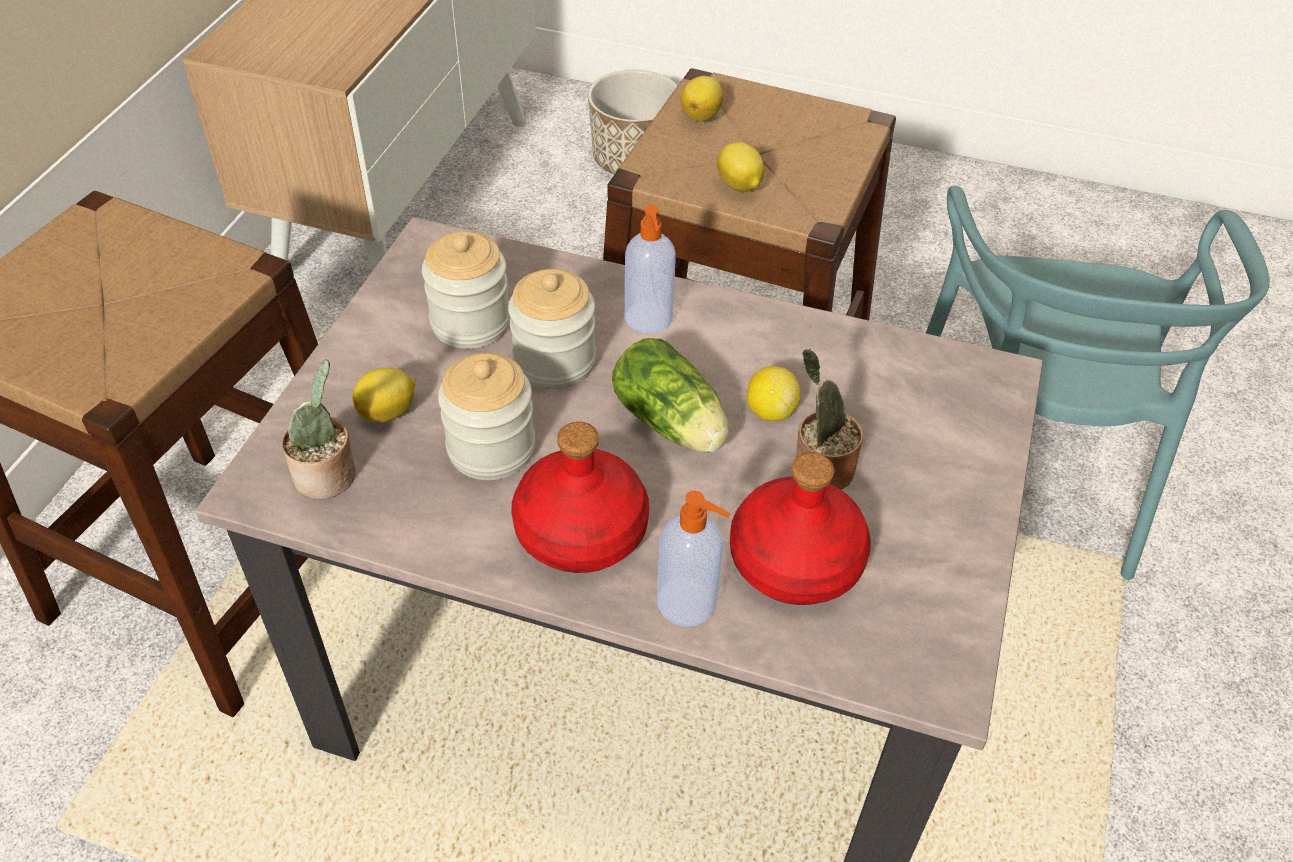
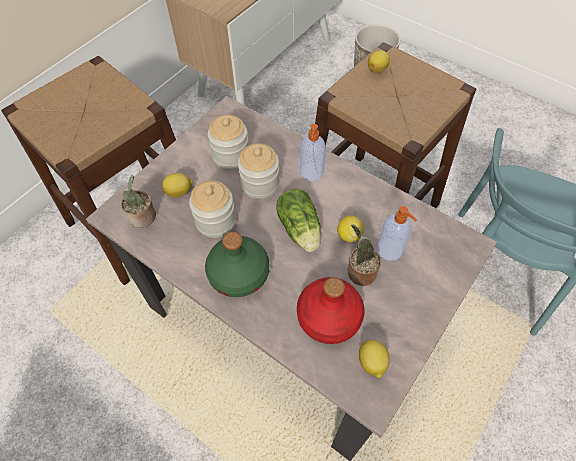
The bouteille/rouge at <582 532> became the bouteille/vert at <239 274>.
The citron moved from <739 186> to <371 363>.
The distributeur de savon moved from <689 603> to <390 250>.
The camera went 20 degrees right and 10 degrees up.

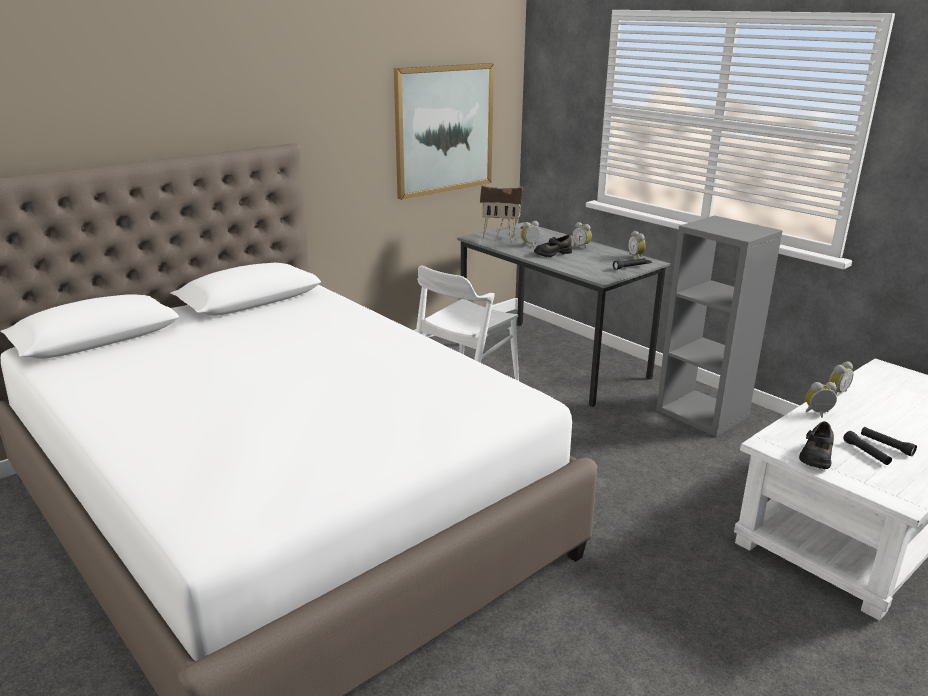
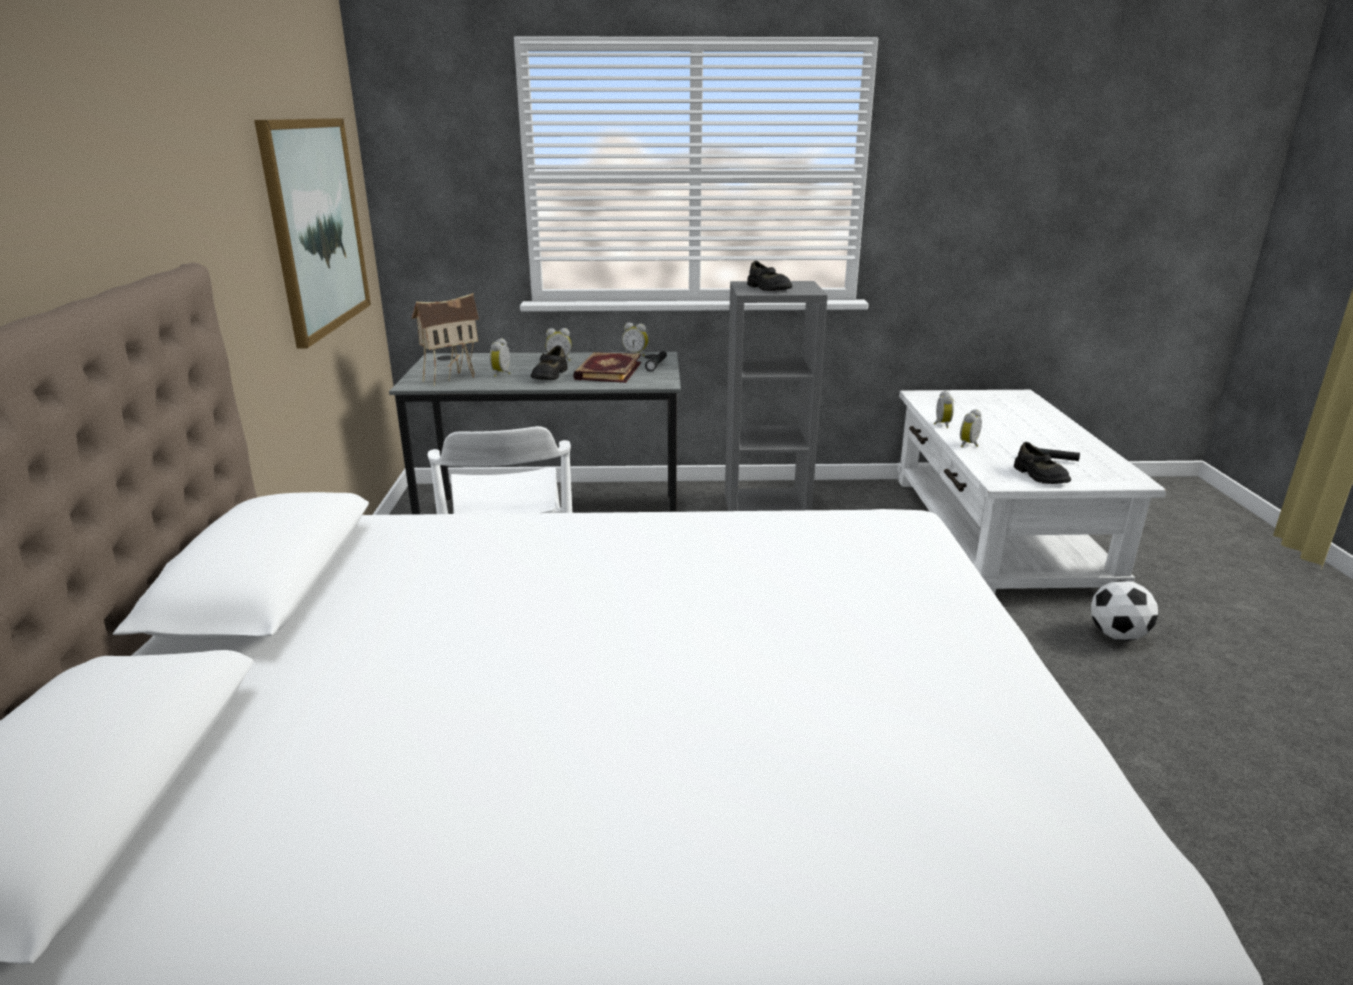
The livre at <607 371> appeared.
The chaussure/noir at <767 288> appeared.
The ballon de foot at <1117 635> appeared.
The lampe de poche/noir at <886 445> disappeared.
The camera went 50 degrees left and 0 degrees up.

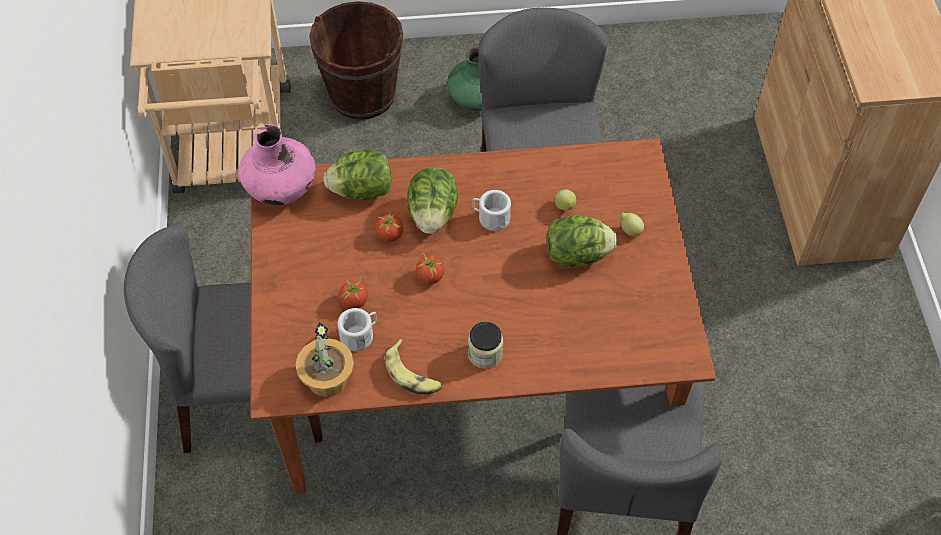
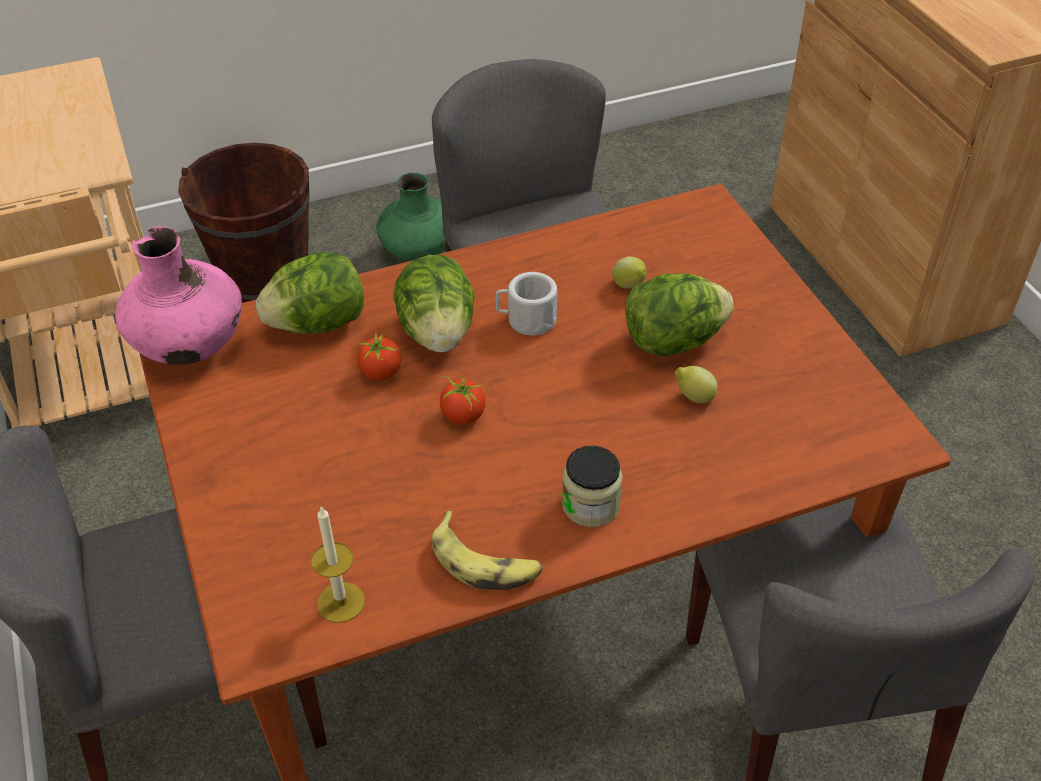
The plante en pot at <326 378> was replaced by the bougie at <341 602>.
The citron moved from <629 231> to <693 397>.
The mug/blanc at <360 335> disappeared.
The tomate at <354 301> disappeared.
The camera went 15 degrees left and 10 degrees down.

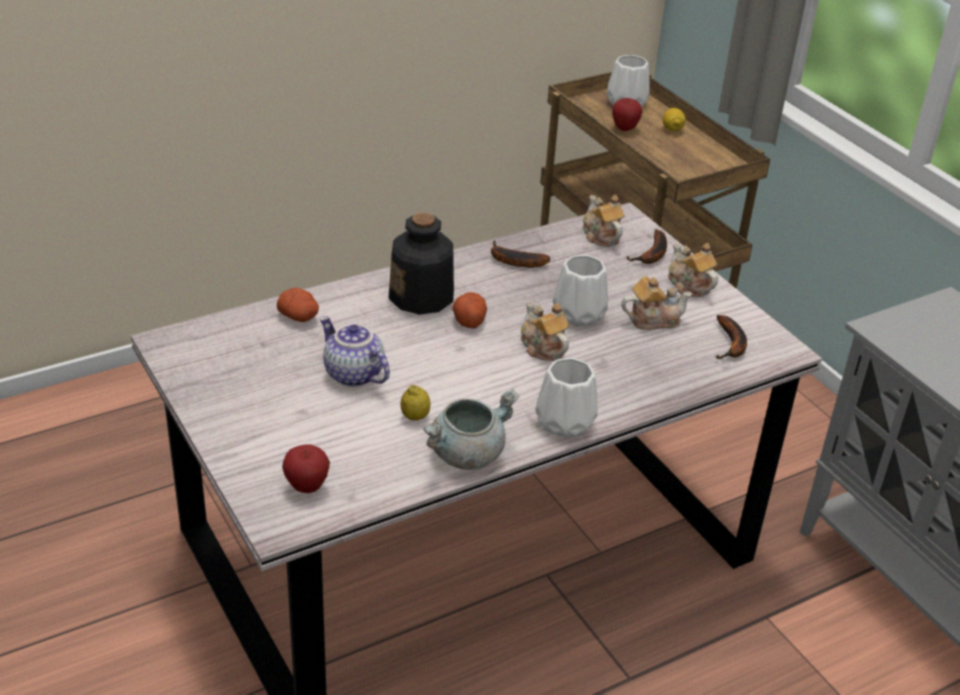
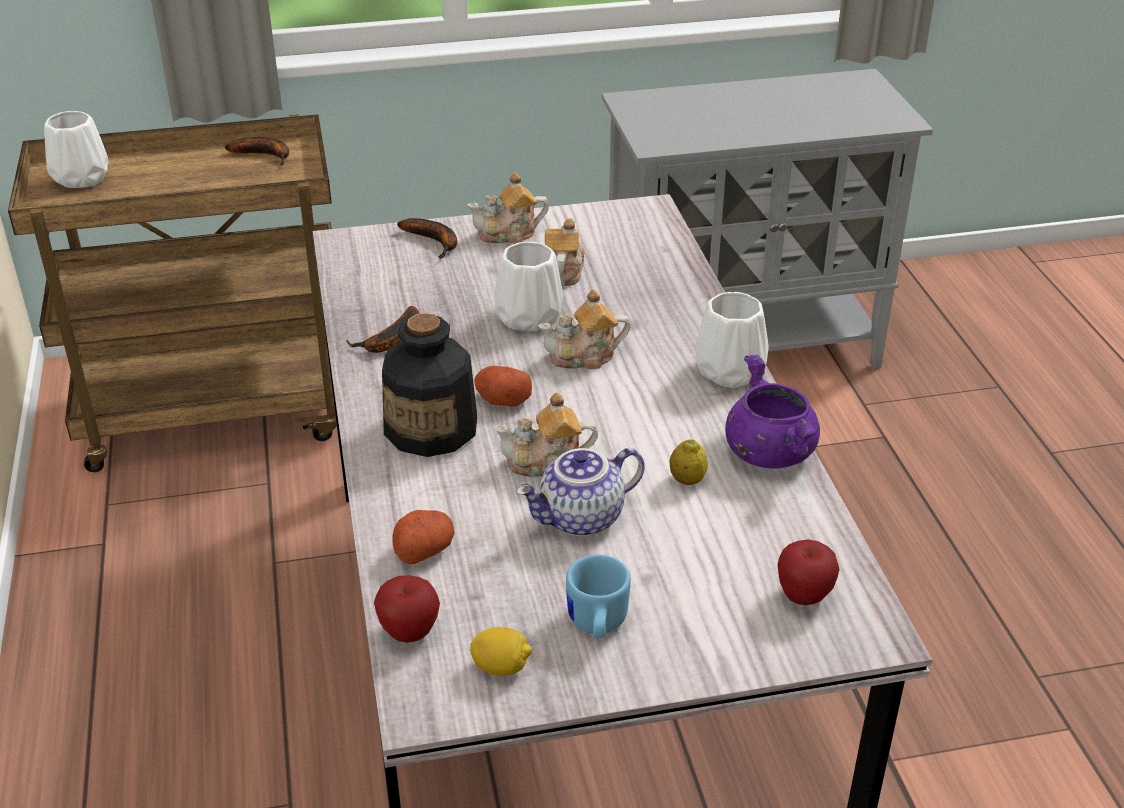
The banane moved from <731 344> to <265 155>.
The pomme moved from <624 128> to <409 632>.
The citron moved from <672 129> to <501 667>.
The théière moved from <600 236> to <546 463>.
The mug/bleu at <596 625> appeared.
The marmite/gris at <466 454> became the marmite/violet at <768 452>.
The camera went 70 degrees left and 0 degrees up.

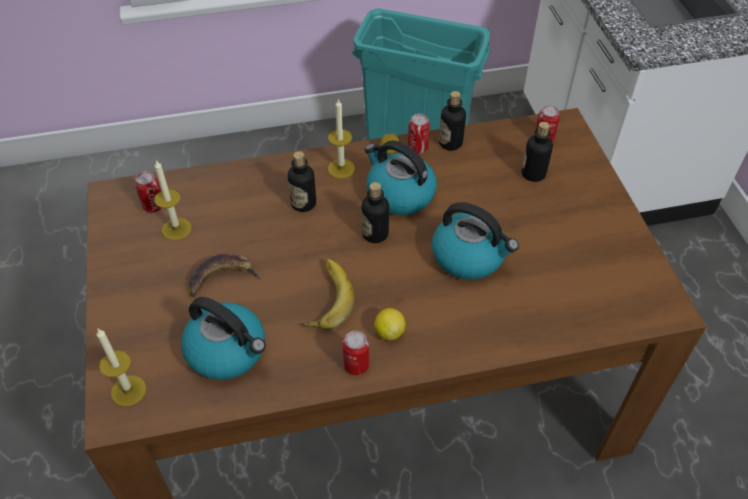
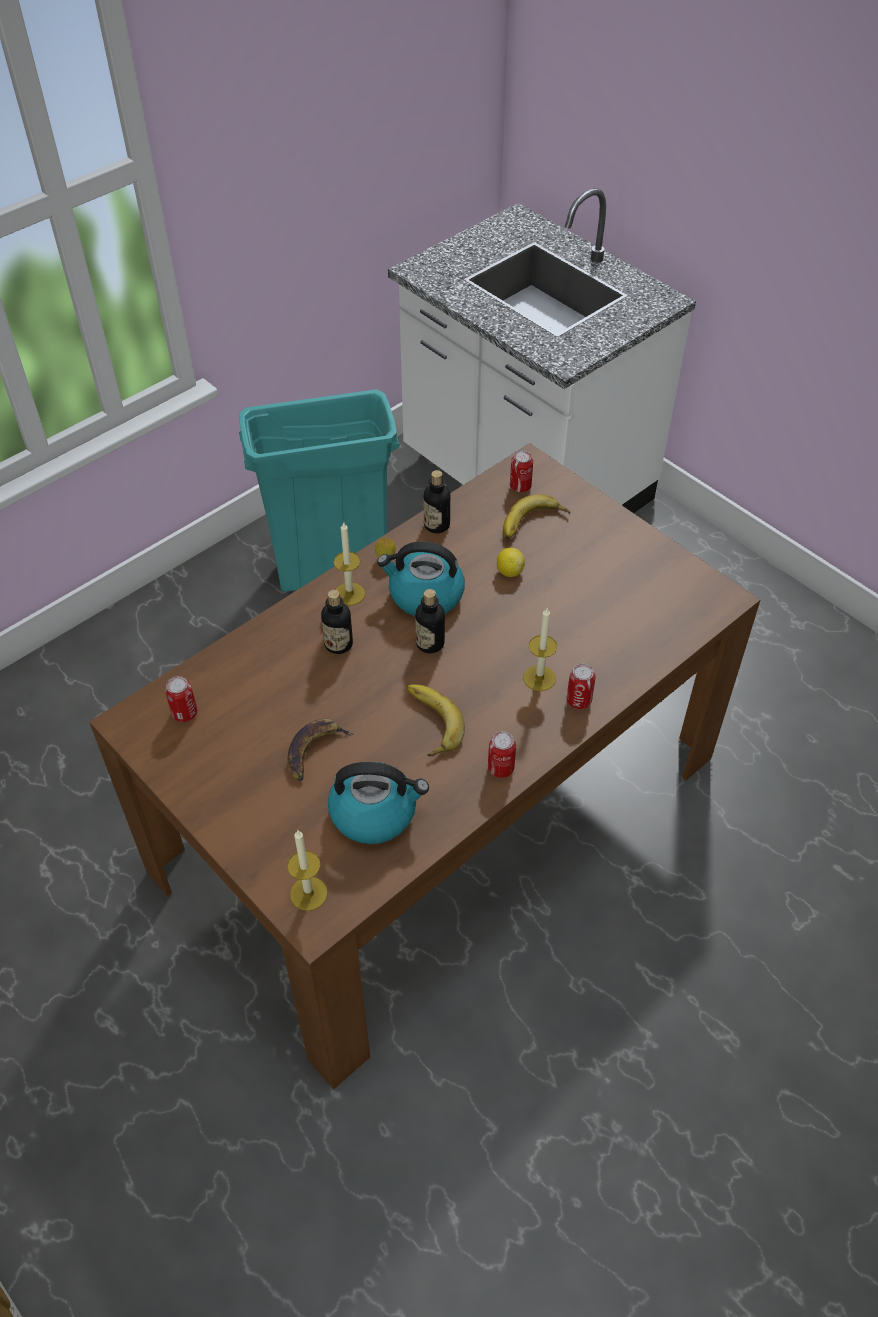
The citron moved from <389 332> to <509 571>.
The bouteille at <533 174> was replaced by the banane at <533 524>.
The bougie moved from <176 229> to <539 678>.
The boîte métallique moved from <417 148> to <579 700>.
The bouilloire at <469 256> disappeared.
The camera went 30 degrees left and 0 degrees up.

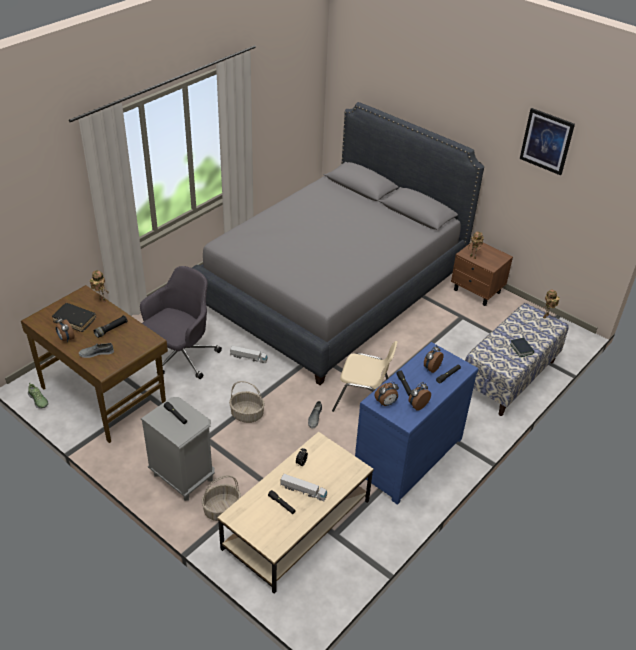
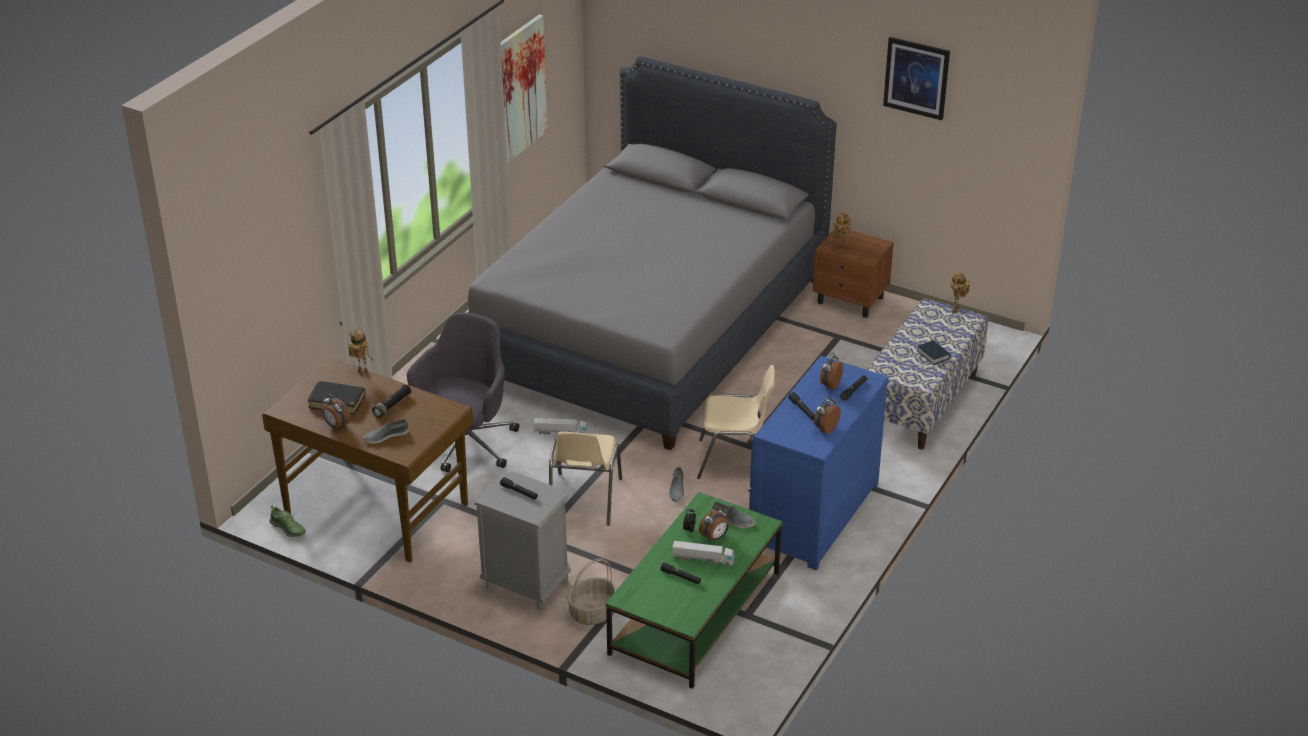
The tableau at <518 90> appeared.
The panier at <246 414> was replaced by the chaise/beige at <584 500>.
The table basse/beige at <297 524> became the table basse/vert at <695 612>.
The réveil moved from <386 403> to <714 537>.
The chaussure/gris at <733 520> appeared.
The camera went 10 degrees left and 5 degrees down.

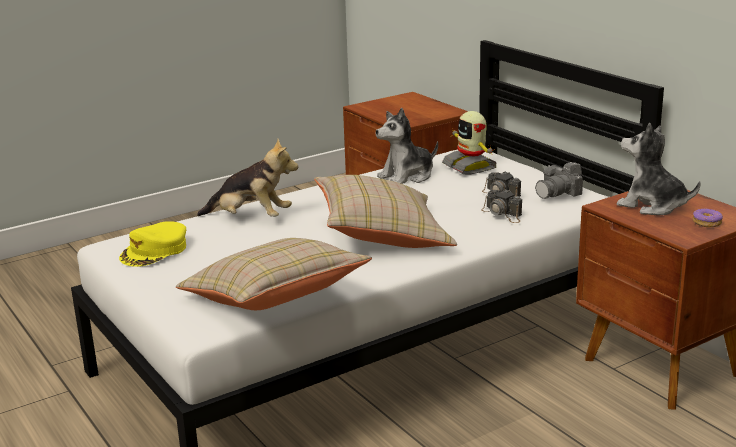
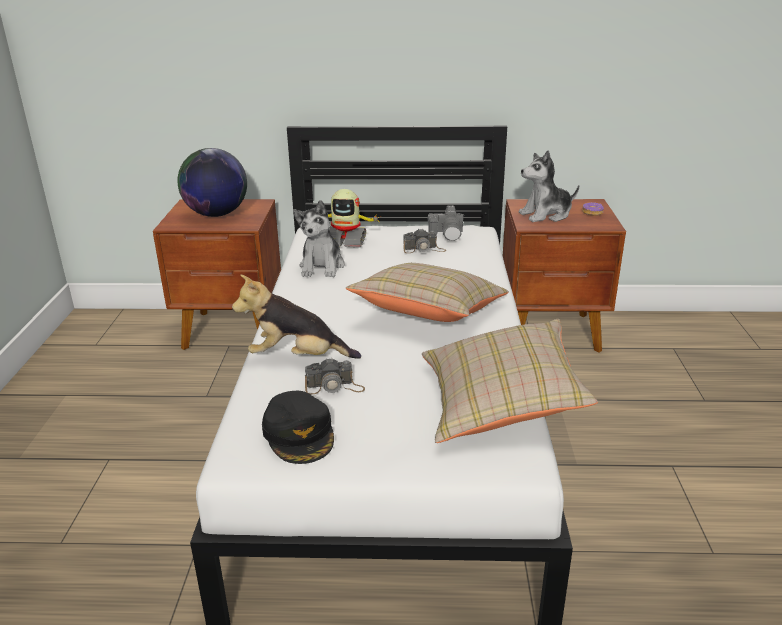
The globe at <216 214> appeared.
The peluche at <251 218> turned 135 degrees counterclockwise.
The casquette/jaune at <155 251> became the casquette/noir at <299 434>.
The appareil photo moved from <503 214> to <334 387>.
The camera went 55 degrees left and 5 degrees up.

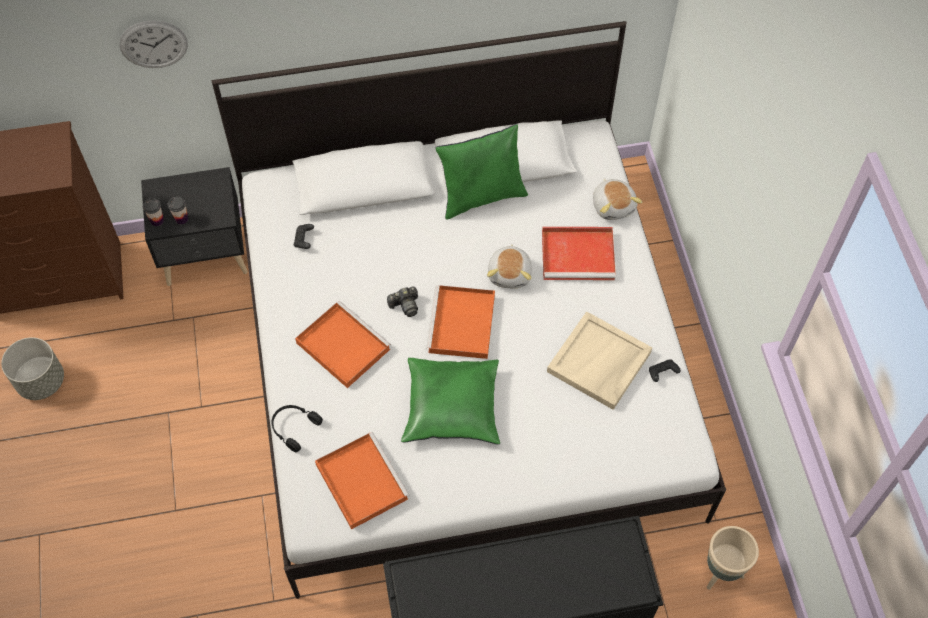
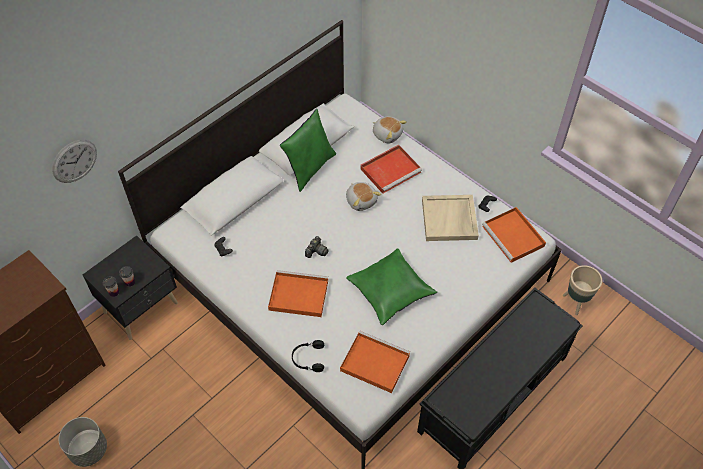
The plateau/orange moved from <462 325> to <514 237>.
The camera went 35 degrees left and 5 degrees down.

